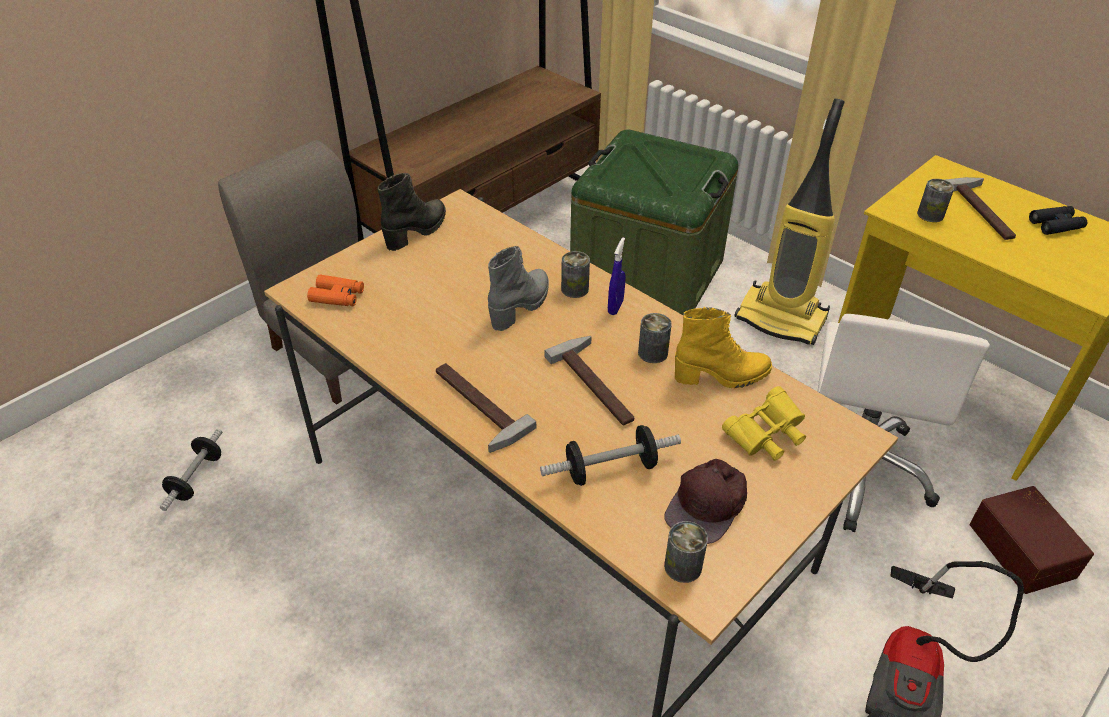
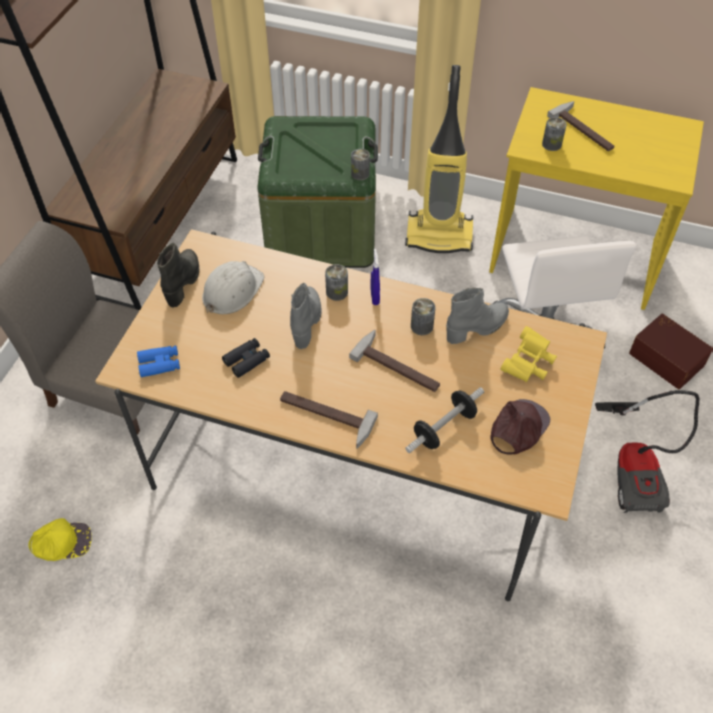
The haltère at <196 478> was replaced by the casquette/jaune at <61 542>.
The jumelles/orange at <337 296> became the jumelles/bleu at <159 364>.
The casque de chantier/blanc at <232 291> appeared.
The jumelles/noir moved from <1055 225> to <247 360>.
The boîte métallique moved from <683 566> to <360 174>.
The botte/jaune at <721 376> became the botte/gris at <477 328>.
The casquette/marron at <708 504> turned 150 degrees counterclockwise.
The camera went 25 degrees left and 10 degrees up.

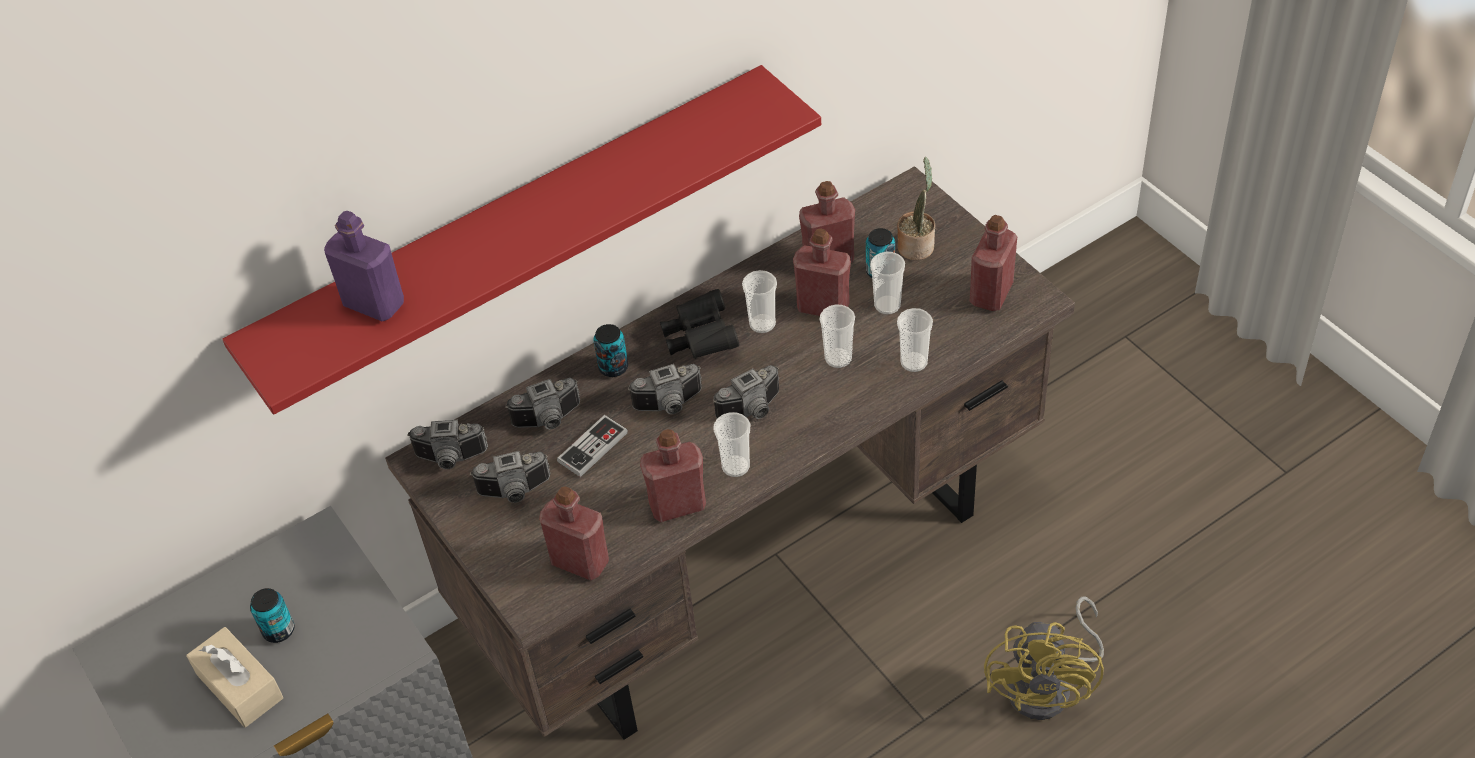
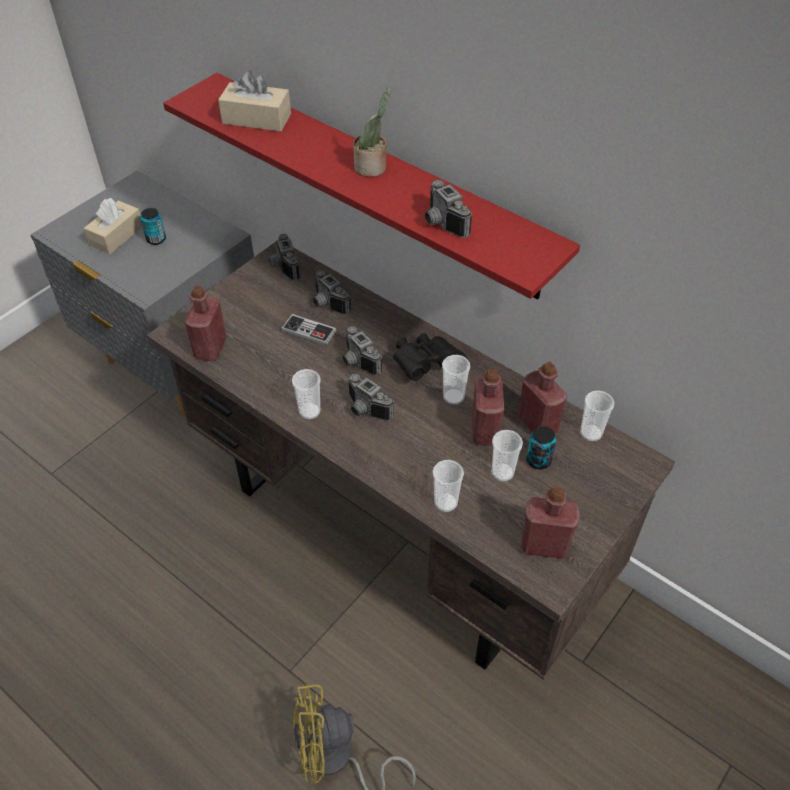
The bouteille/violet at <374 304> was replaced by the boîte à mouchoirs/beige at <256 118>.
The plante en pot moved from <917 245> to <372 167>.
The appareil photo moved from <515 492> to <441 223>.
The tasse moved from <838 358> to <591 433>.
The boîte métallique at <613 367> disappeared.
The bouteille/rouge at <677 505> disappeared.
The camera went 70 degrees right and 0 degrees up.

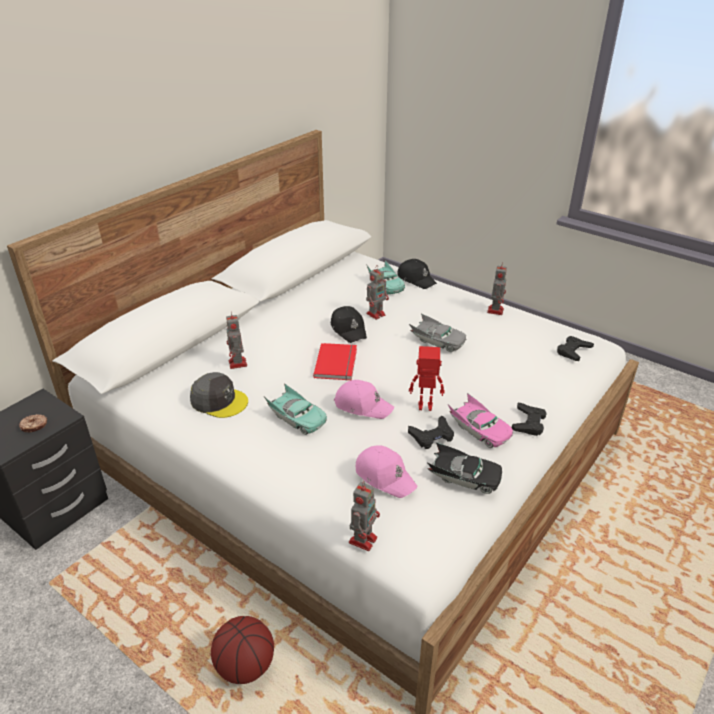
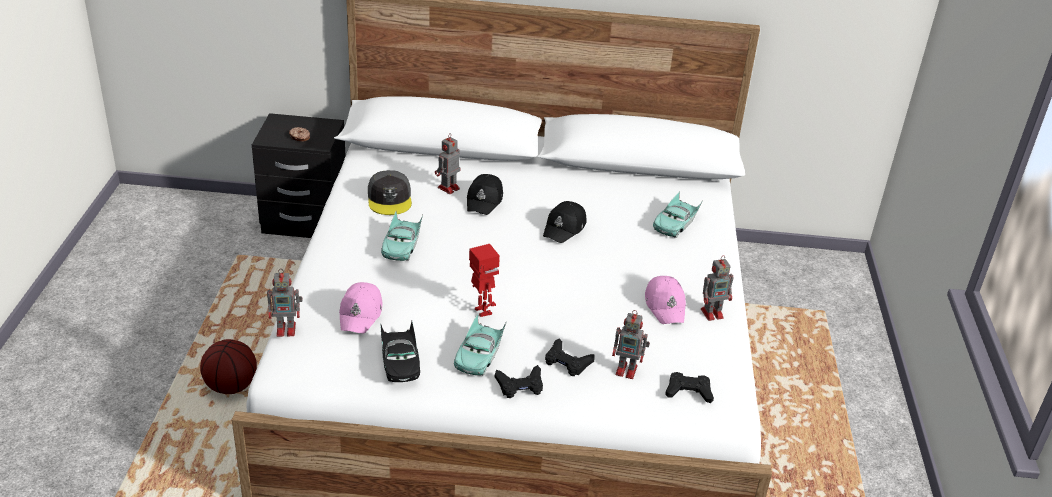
The petite voiture/rose at <479 429> became the petite voiture/turquoise at <479 355>.
The casquette/noir moved from <416 279> to <485 200>.
The manette/noir moved from <432 436> to <567 362>.
The robot jouet moved from <376 314> to <627 370>.
The casquette/rose moved from <363 405> to <665 305>.
The livre/rouge at <337 363> disappeared.
The petite voiture/gris at <437 341> disappeared.
The camera went 55 degrees right and 0 degrees up.

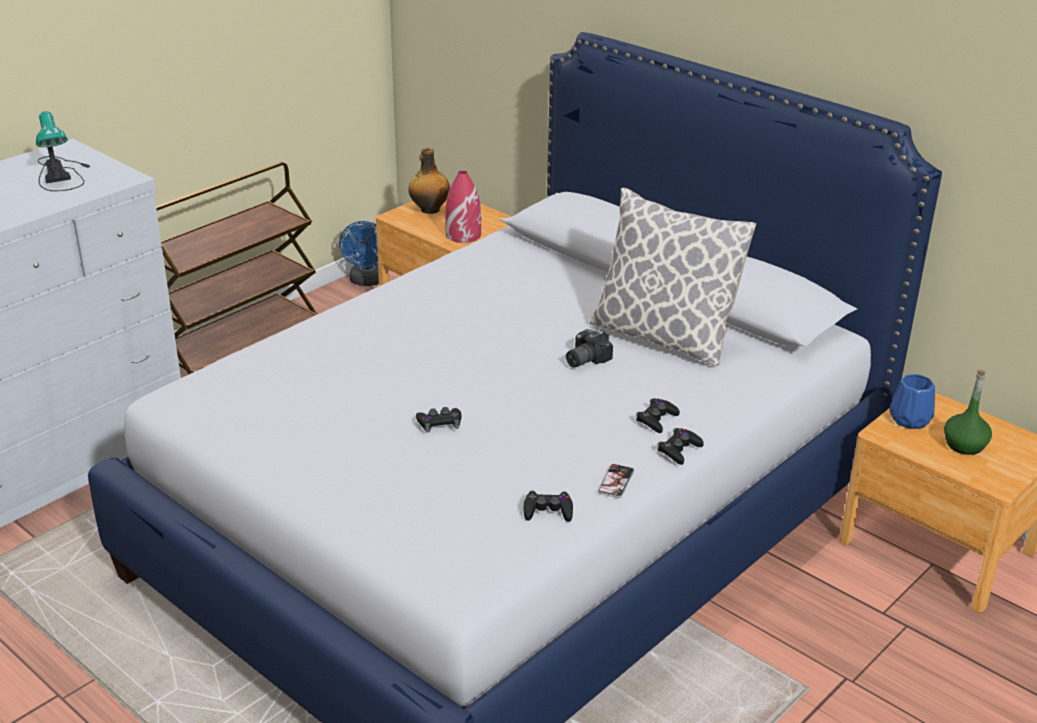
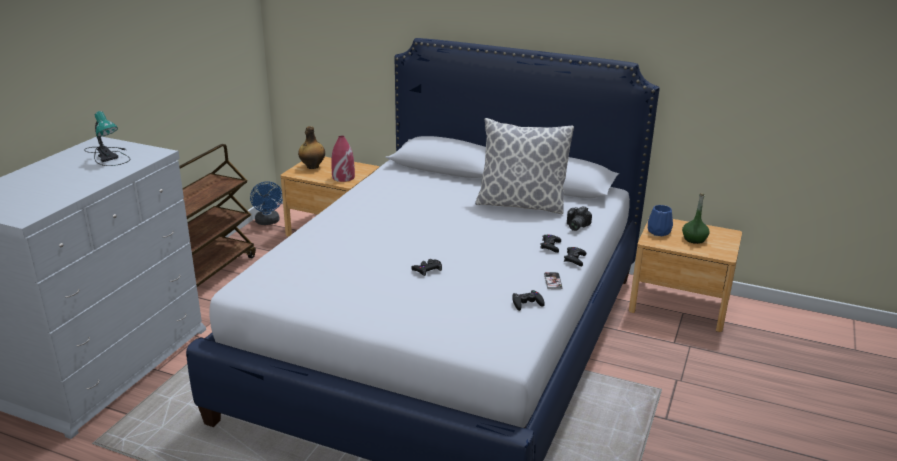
The appareil photo moved from <584 359> to <575 226>.
The camera went 20 degrees left and 5 degrees down.

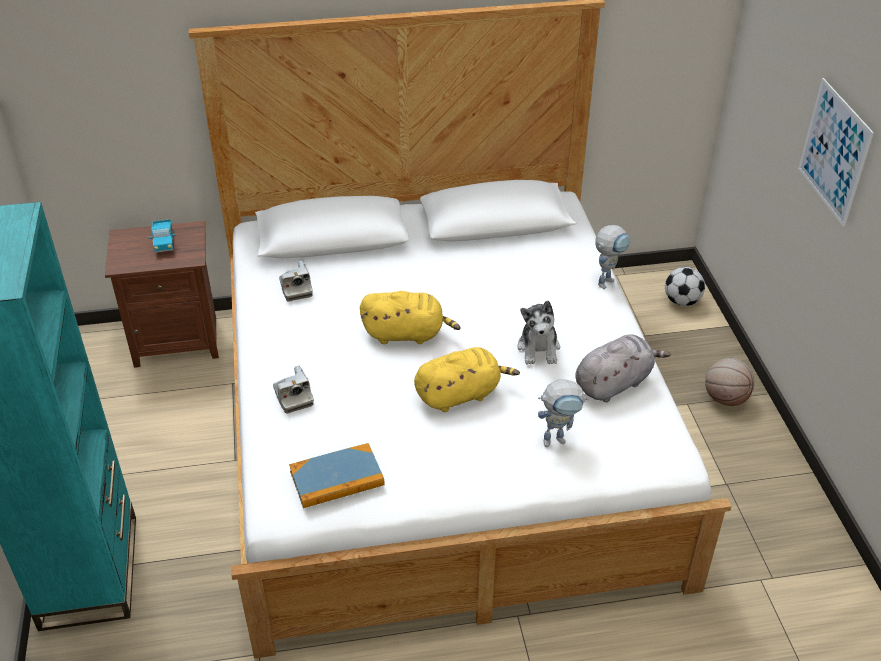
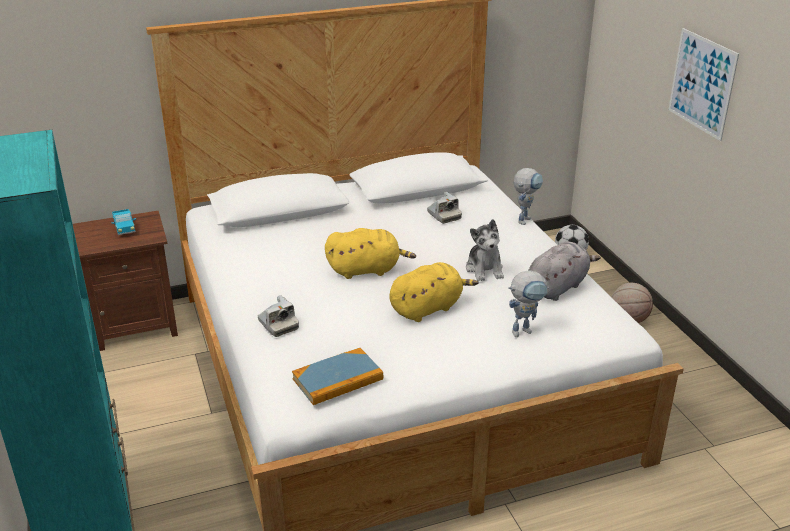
The appareil photo moved from <296 289> to <444 215>.
The camera went 10 degrees left and 10 degrees down.

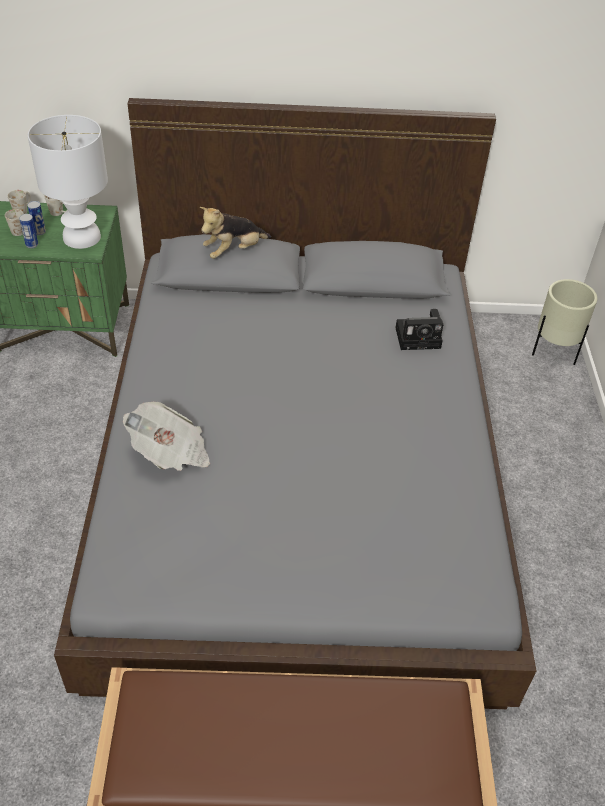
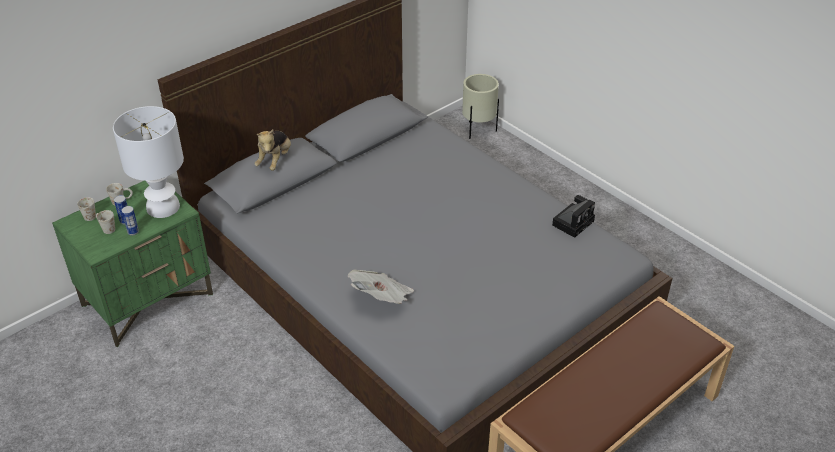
The appareil photo moved from <420 337> to <573 222>.
The camera went 40 degrees left and 5 degrees down.

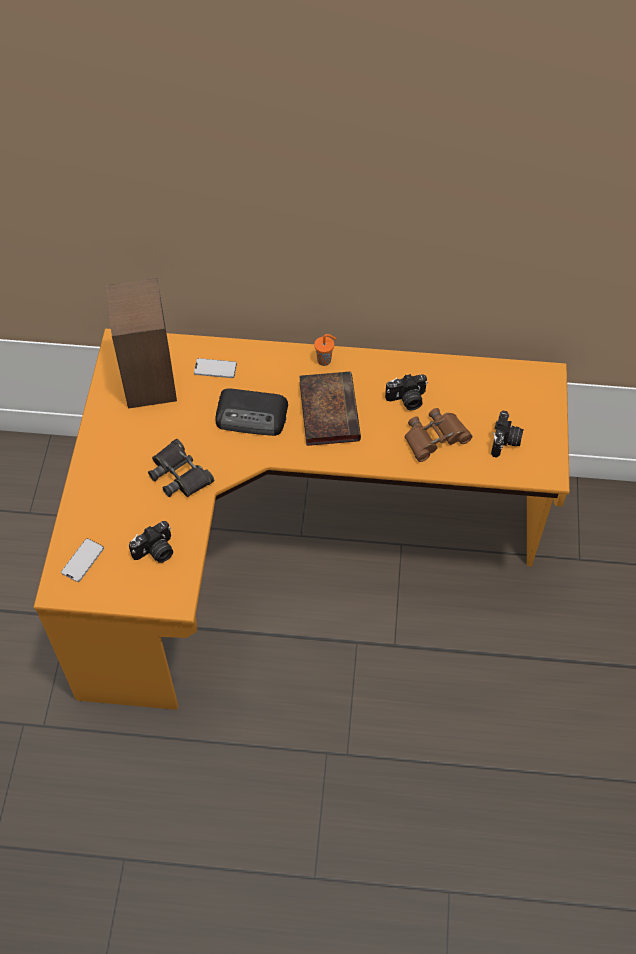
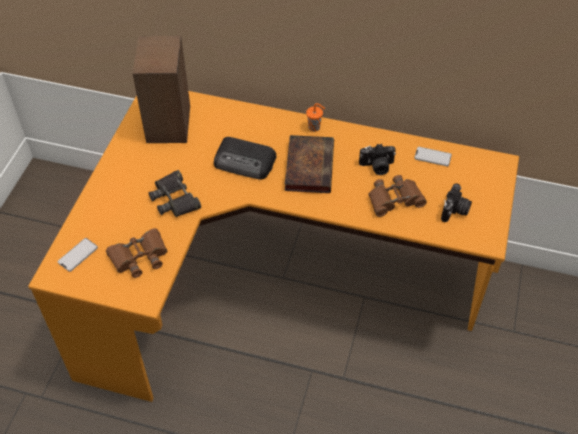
The appareil photo at <156 552> was replaced by the jumelles/marron at <139 257>.
The téléphone moved from <215 369> to <432 157>.
The camera went 10 degrees right and 5 degrees down.

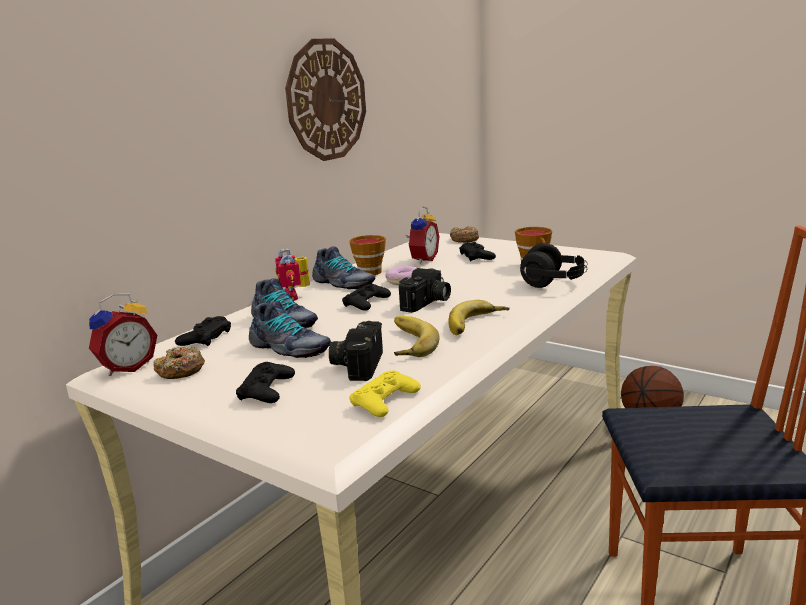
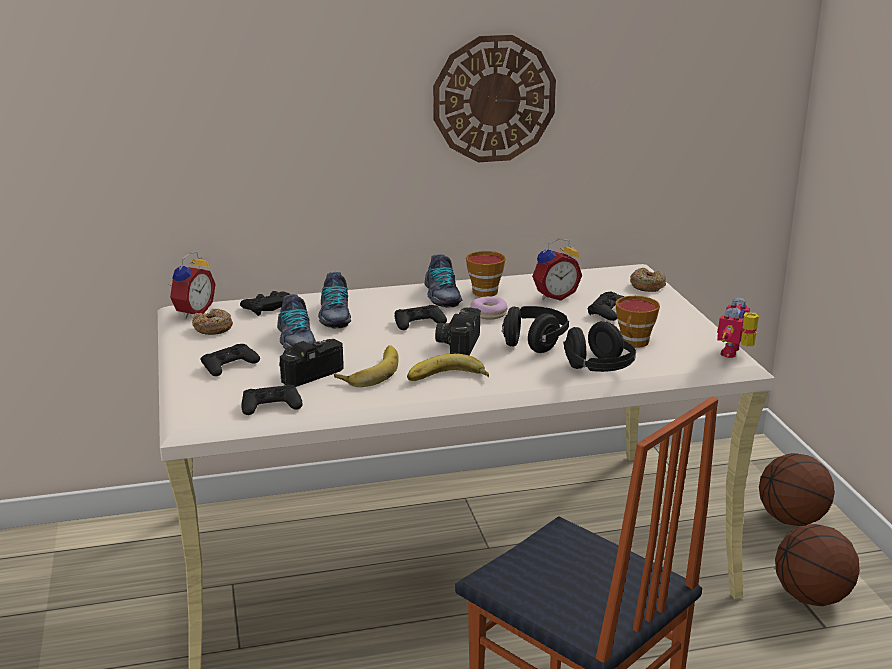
The réveil at <127 367> turned 60 degrees counterclockwise.
The manette/jaune at <385 400> became the manette/noir at <271 406>.
The appareil photo at <427 303> turned 120 degrees clockwise.
The casque audio/noir at <534 342> appeared.
The robot jouet moved from <295 296> to <736 352>.
The ballon de basket at <792 519> appeared.
The camera went 40 degrees right and 5 degrees up.

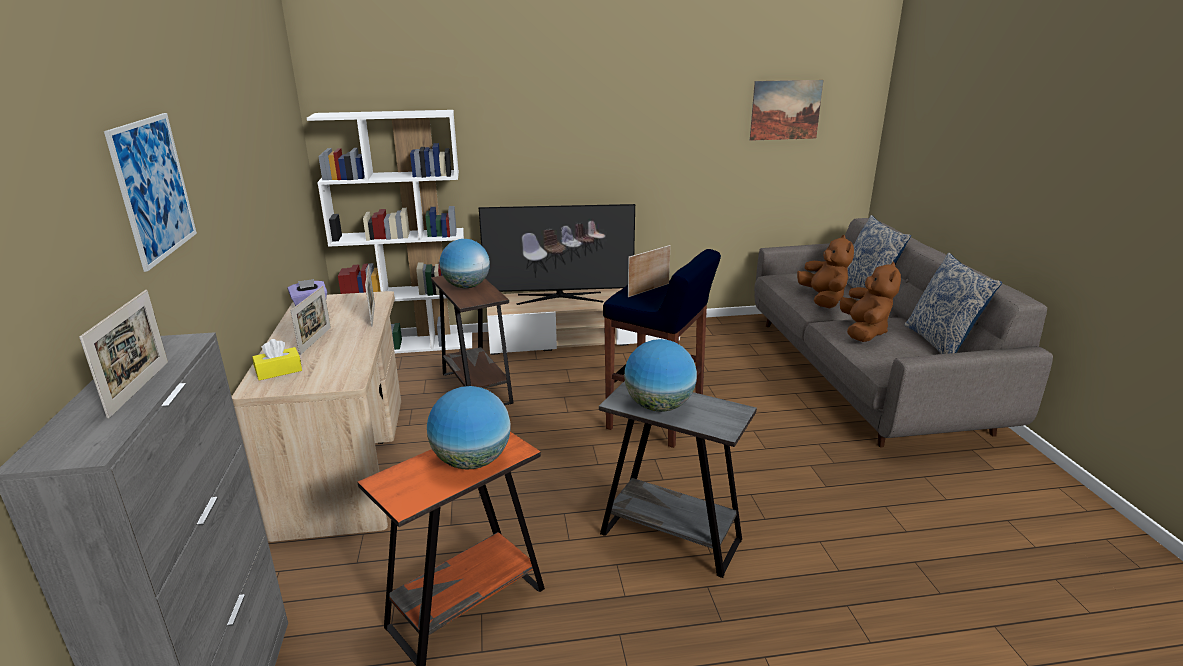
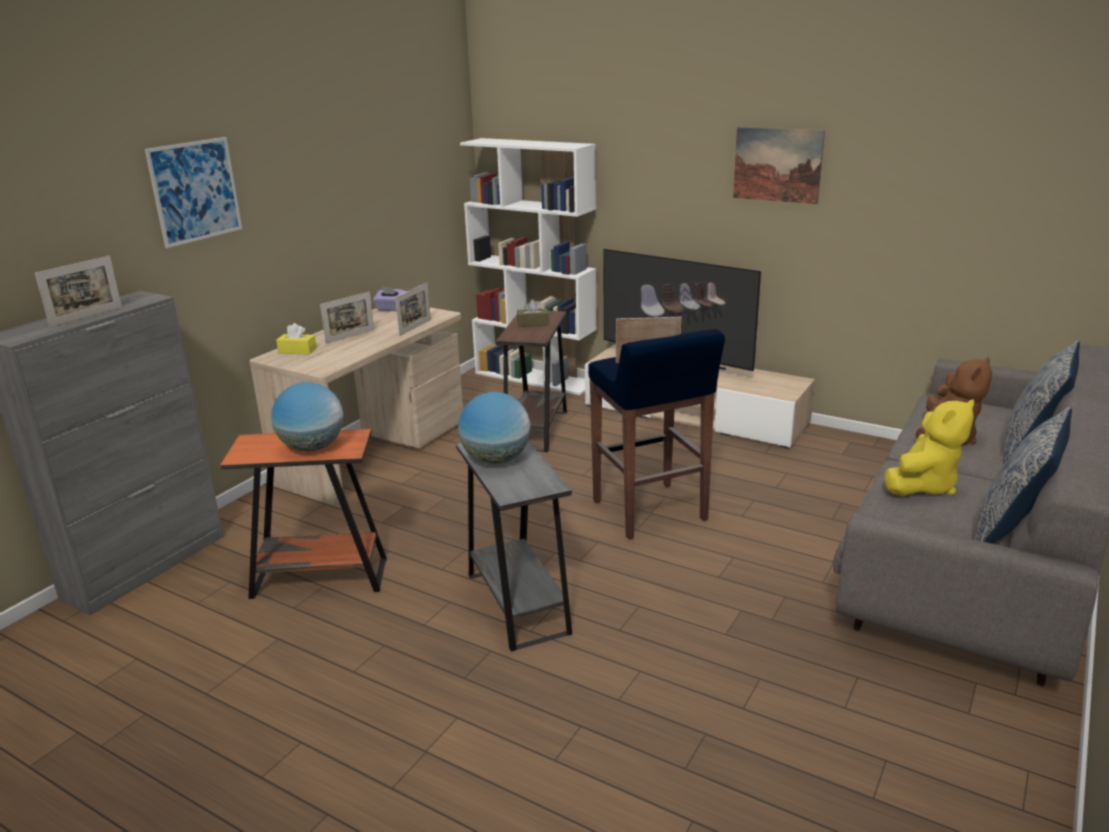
The globe at <466 286> was replaced by the boîte à mouchoirs/marron at <532 324>.
The tableau moved from <785 110> to <777 165>.
The peluche/marron at <863 332> became the peluche/jaune at <923 486>.
The camera went 40 degrees right and 0 degrees up.

